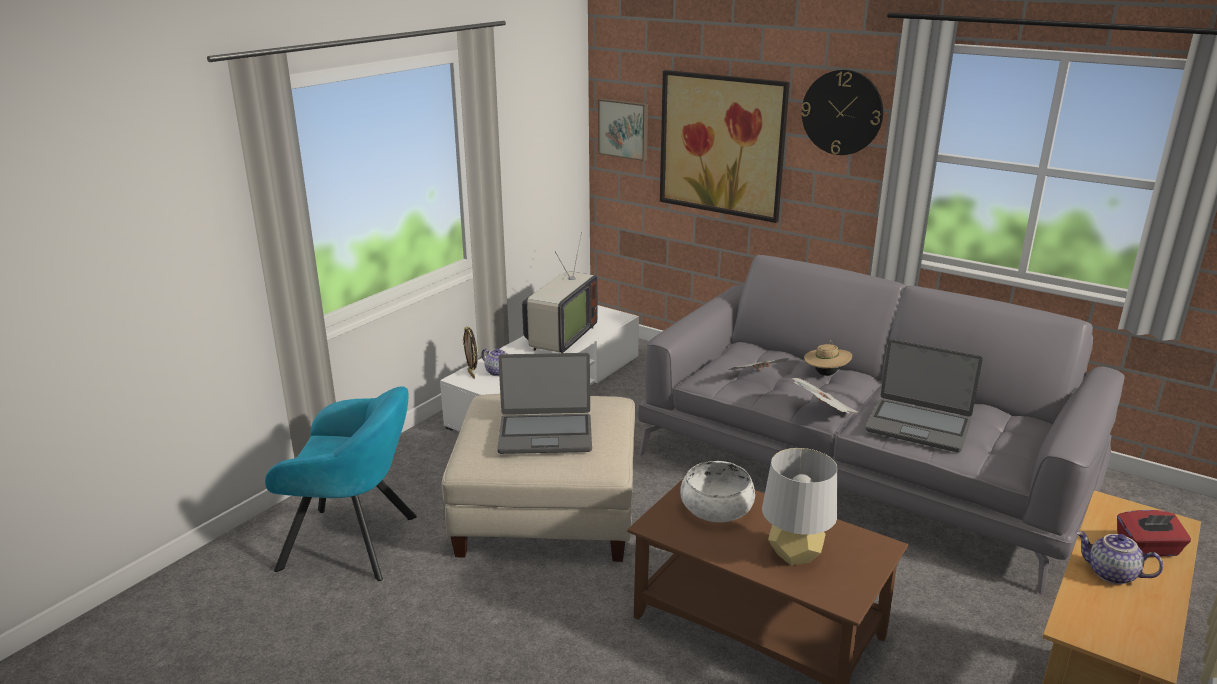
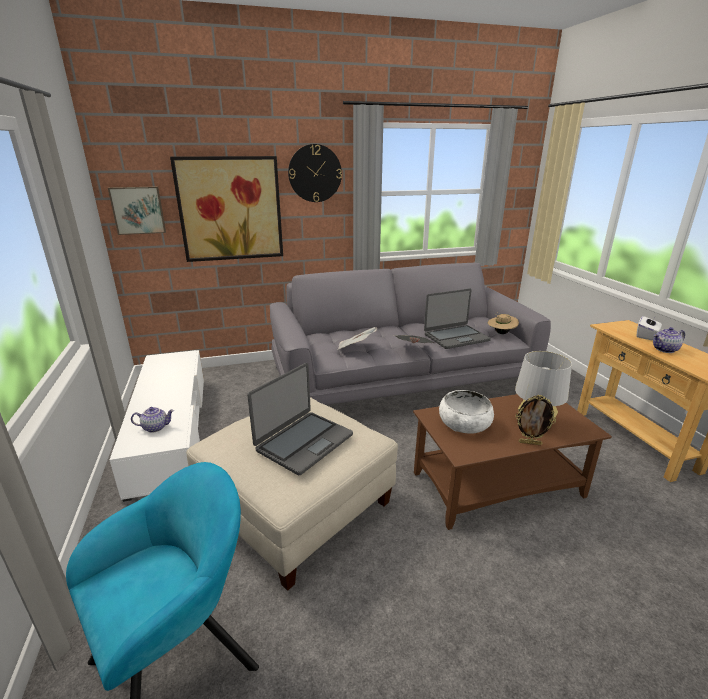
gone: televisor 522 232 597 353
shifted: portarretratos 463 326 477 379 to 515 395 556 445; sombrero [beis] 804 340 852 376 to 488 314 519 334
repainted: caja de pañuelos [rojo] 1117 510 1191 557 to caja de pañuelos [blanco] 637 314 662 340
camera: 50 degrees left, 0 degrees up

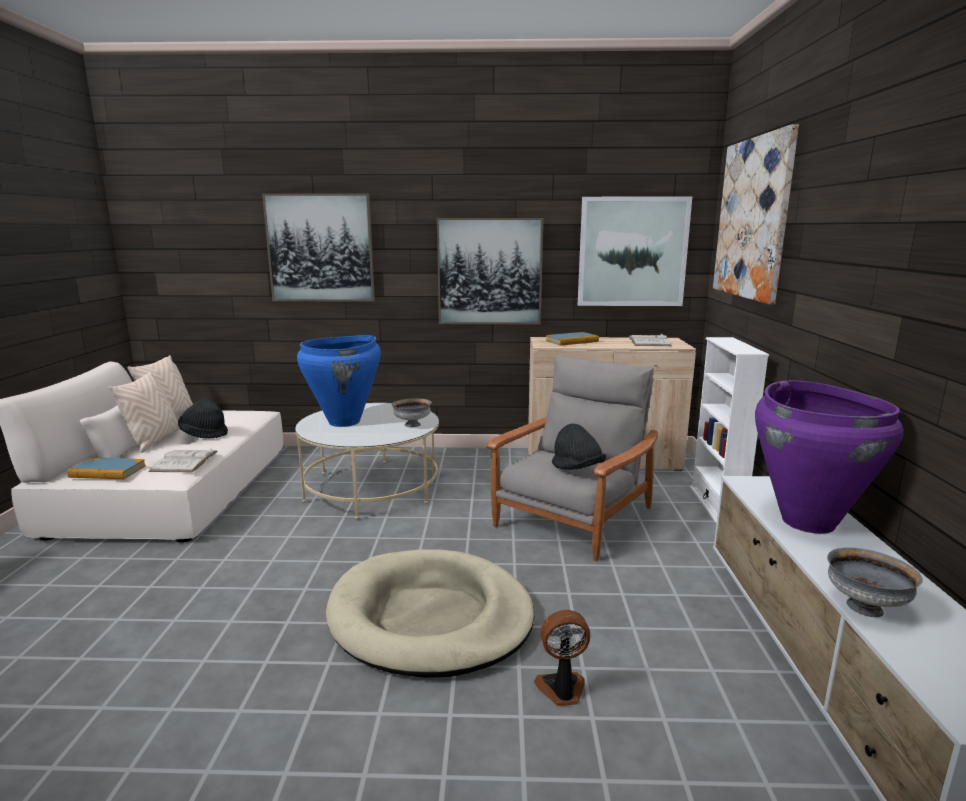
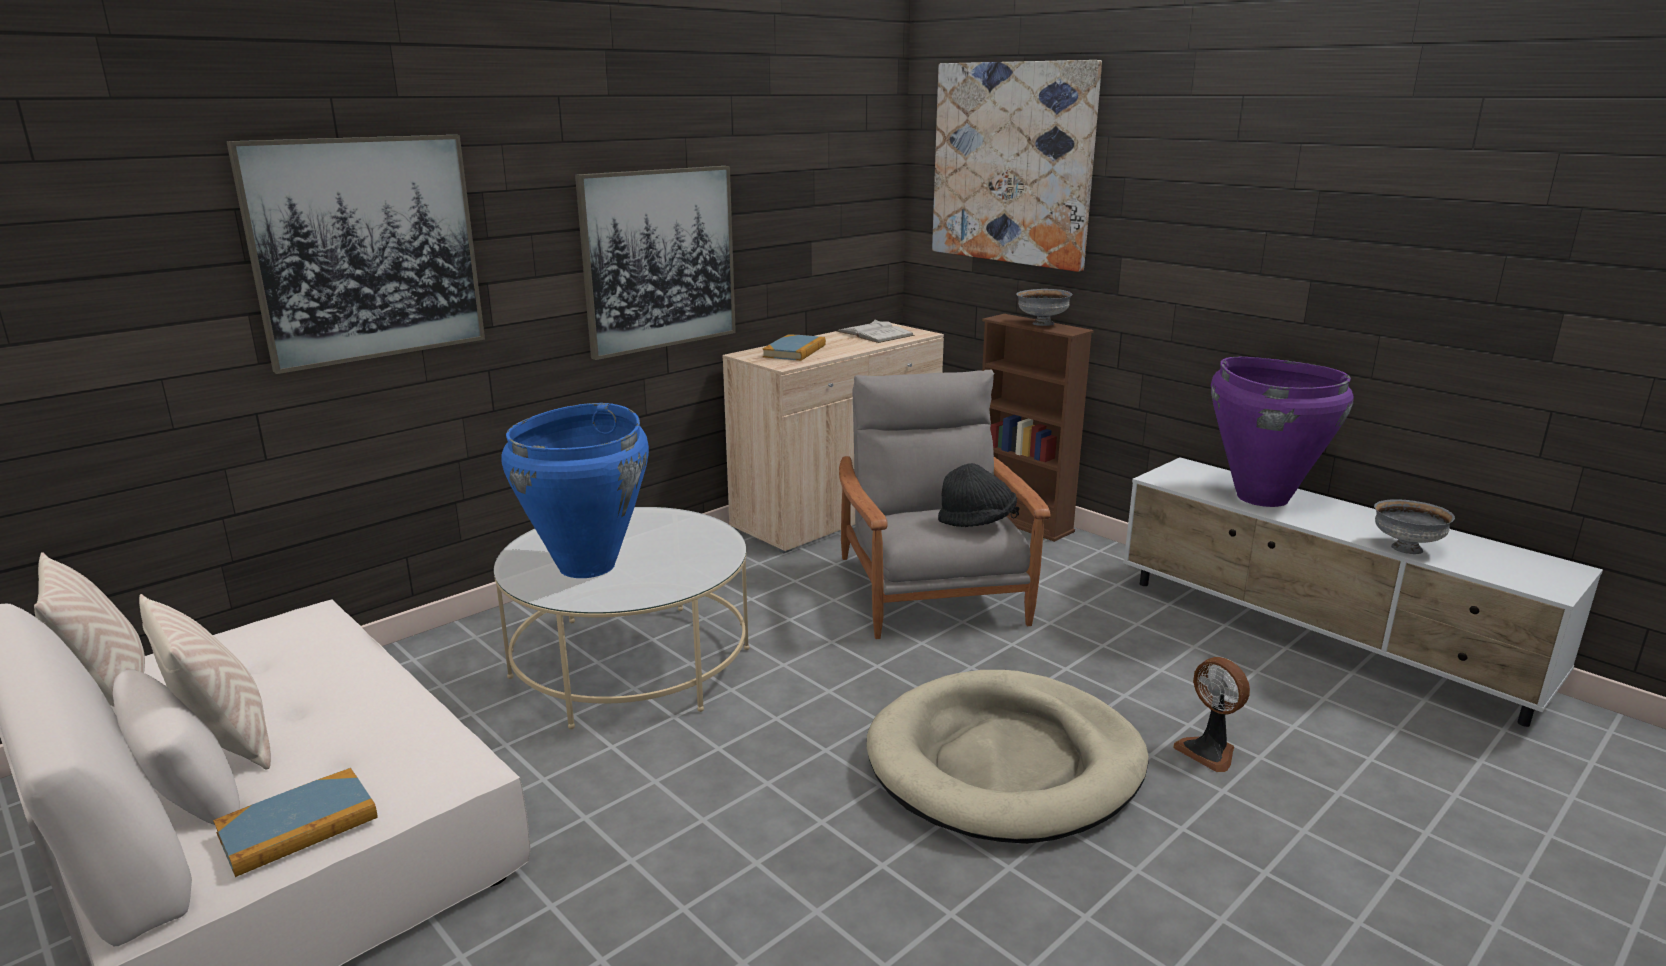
gone: cuadro 578 197 692 306; sombrero [negro] 178 398 228 439; libro [blanco] 149 448 218 472
shifted: cuenco [gris] 392 399 432 427 to 1016 289 1072 326
repainted: estantería [blanco] 690 337 769 524 to estantería [marrón] 982 314 1094 542
rotated: ventilador 534 610 590 706 = 1173 657 1250 772 75 degrees counterclockwise
camera: 45 degrees left, 5 degrees up

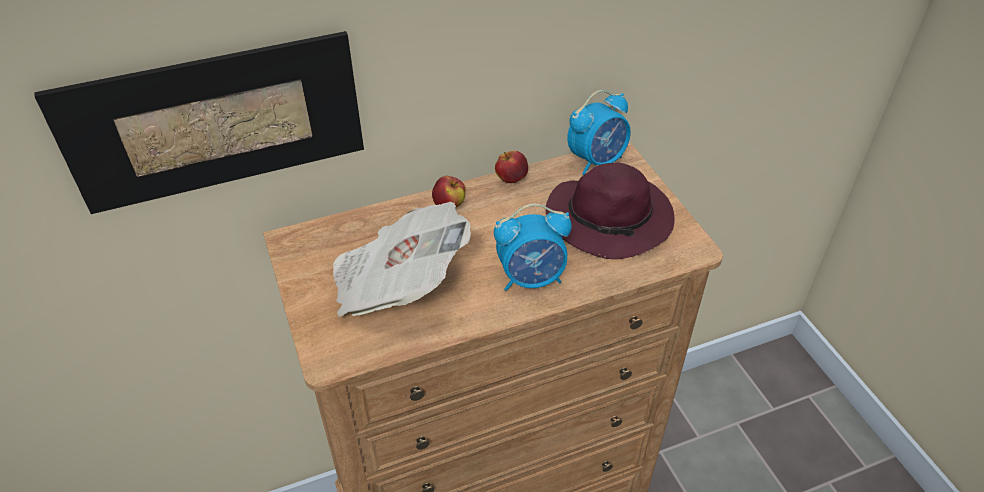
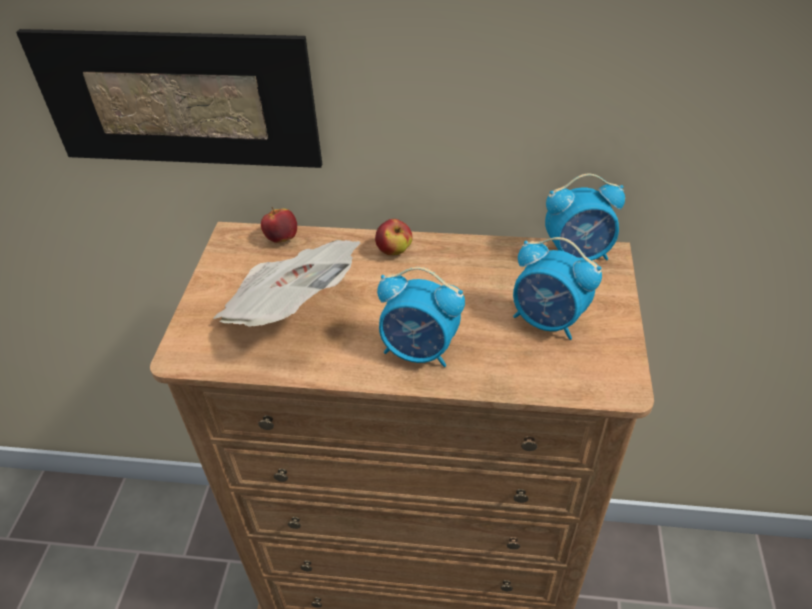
shifted: manzana 495 151 528 183 to 261 207 297 243
swapped: sombrero [morado] 546 163 675 259 to despertador 513 237 602 340
camera: 30 degrees right, 0 degrees up

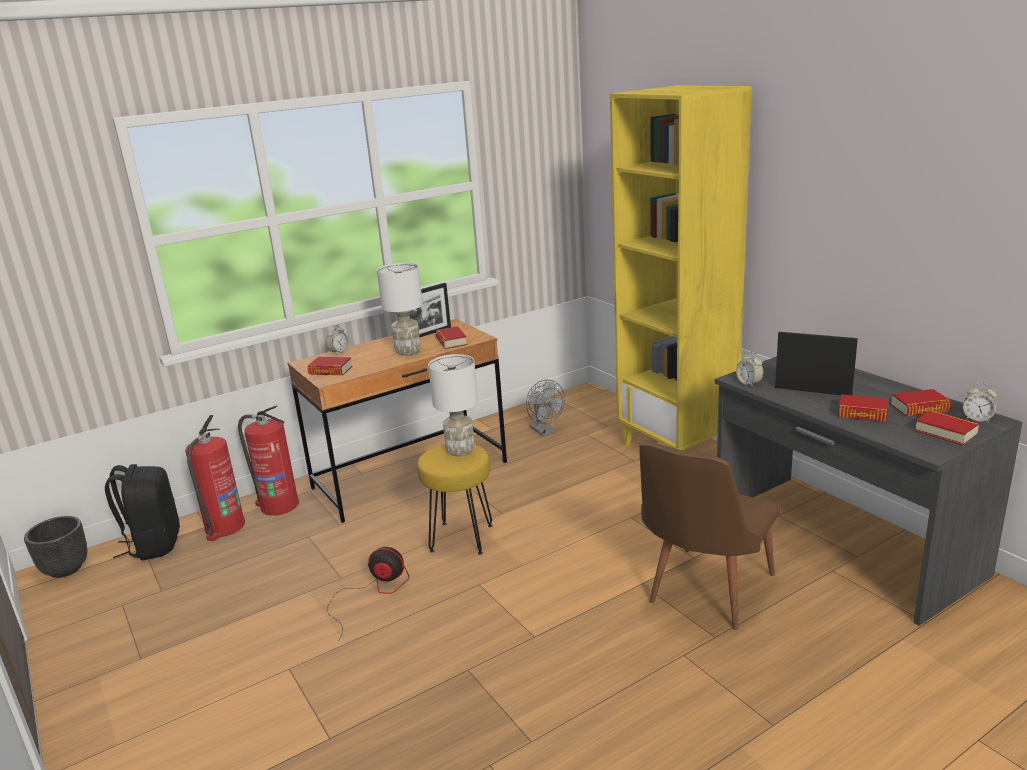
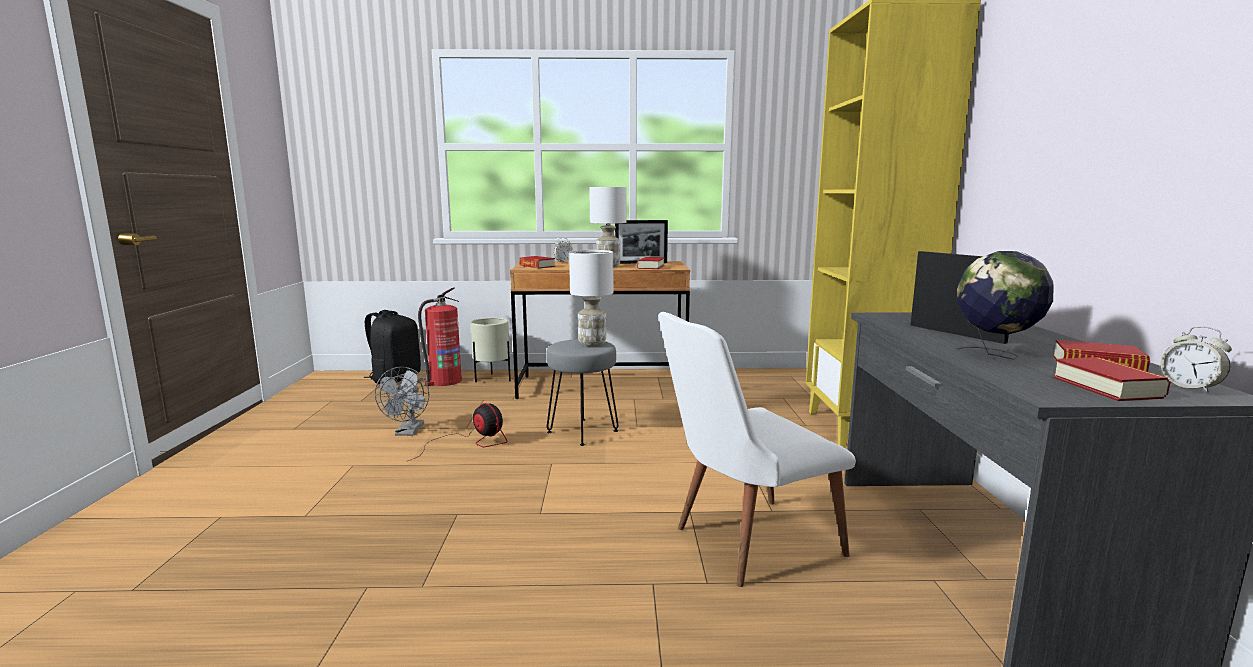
gone: despertador 736 352 764 386; maceta [negro] 24 516 87 578
shifted: ventilador [gris] 526 380 565 436 to 375 367 429 436
swapped: libro 838 394 888 422 to globo terráqueo 957 251 1054 360; extintor 238 405 299 516 to maceta [beis] 471 318 511 382
repainted: silla [marrón] 639 443 781 630 to silla [blanco] 659 312 856 587; taburete [amarillo] 417 444 493 555 to taburete [gris] 546 339 619 446
camera: 30 degrees right, 10 degrees down

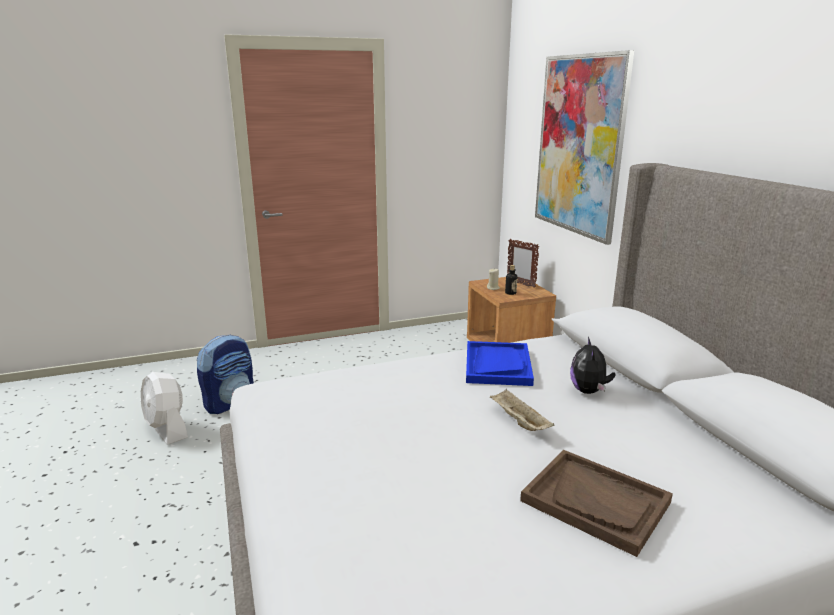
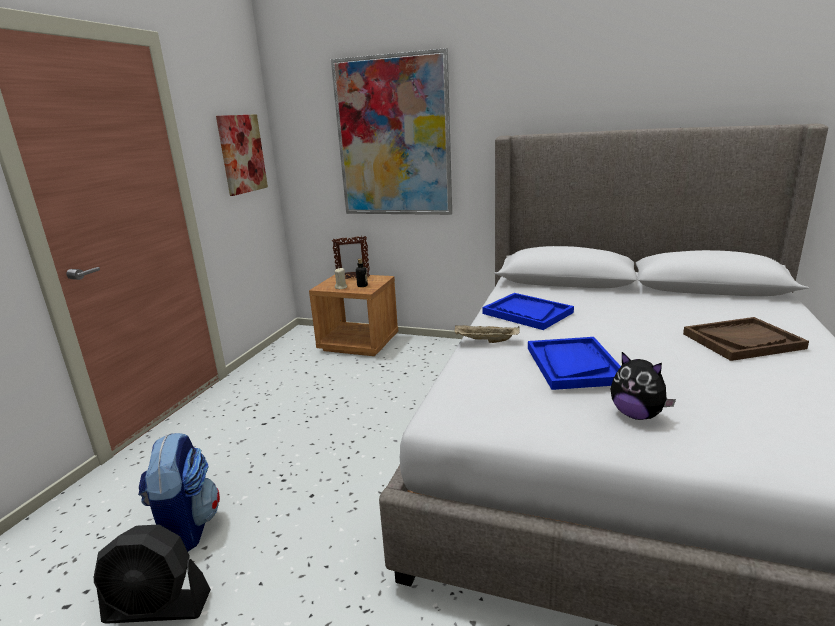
new: cuadro 216 114 268 196; bandeja [azul] 528 337 621 390
shifted: peluche 570 337 616 394 to 611 352 676 420; bandeja [beis] 490 389 554 431 to 455 325 519 343
repainted: ventilador [blanco] 141 372 188 445 to ventilador [negro] 94 524 211 624
camera: 50 degrees left, 0 degrees up

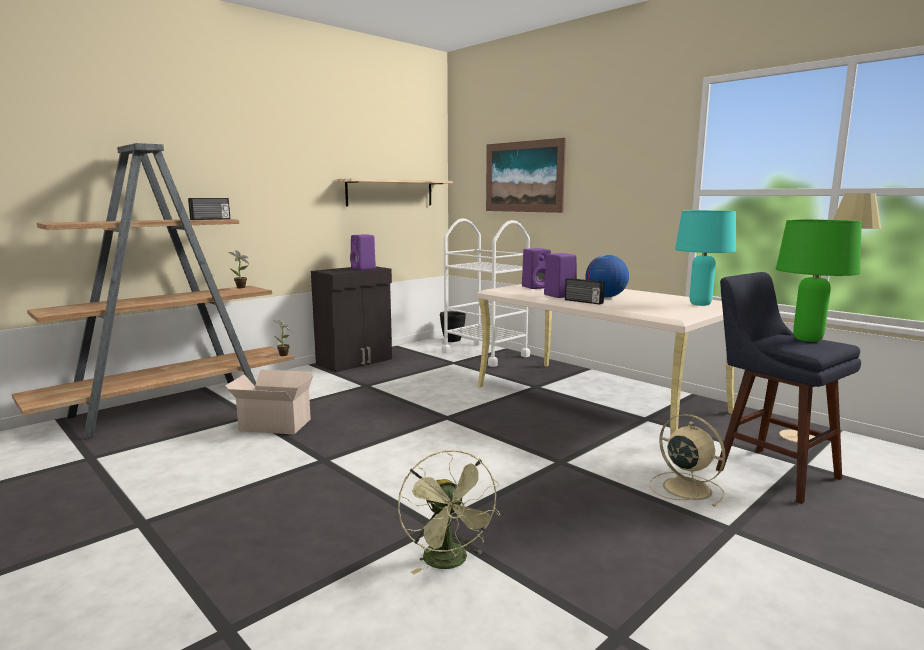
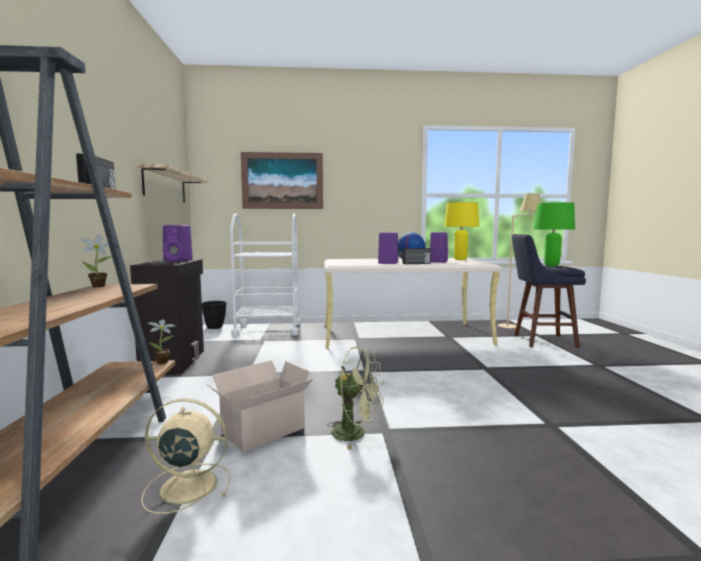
shifted: altavoz [morado] 522 248 551 289 to 430 232 448 263; ventilador [beis] 650 414 726 506 to 141 399 230 514; ventilador [verde] 398 450 500 575 to 327 347 384 450
repainted: lámpara de mesa [turquesa] 675 210 736 306 to lámpara de mesa [amarillo] 444 202 479 260
camera: 50 degrees left, 5 degrees down

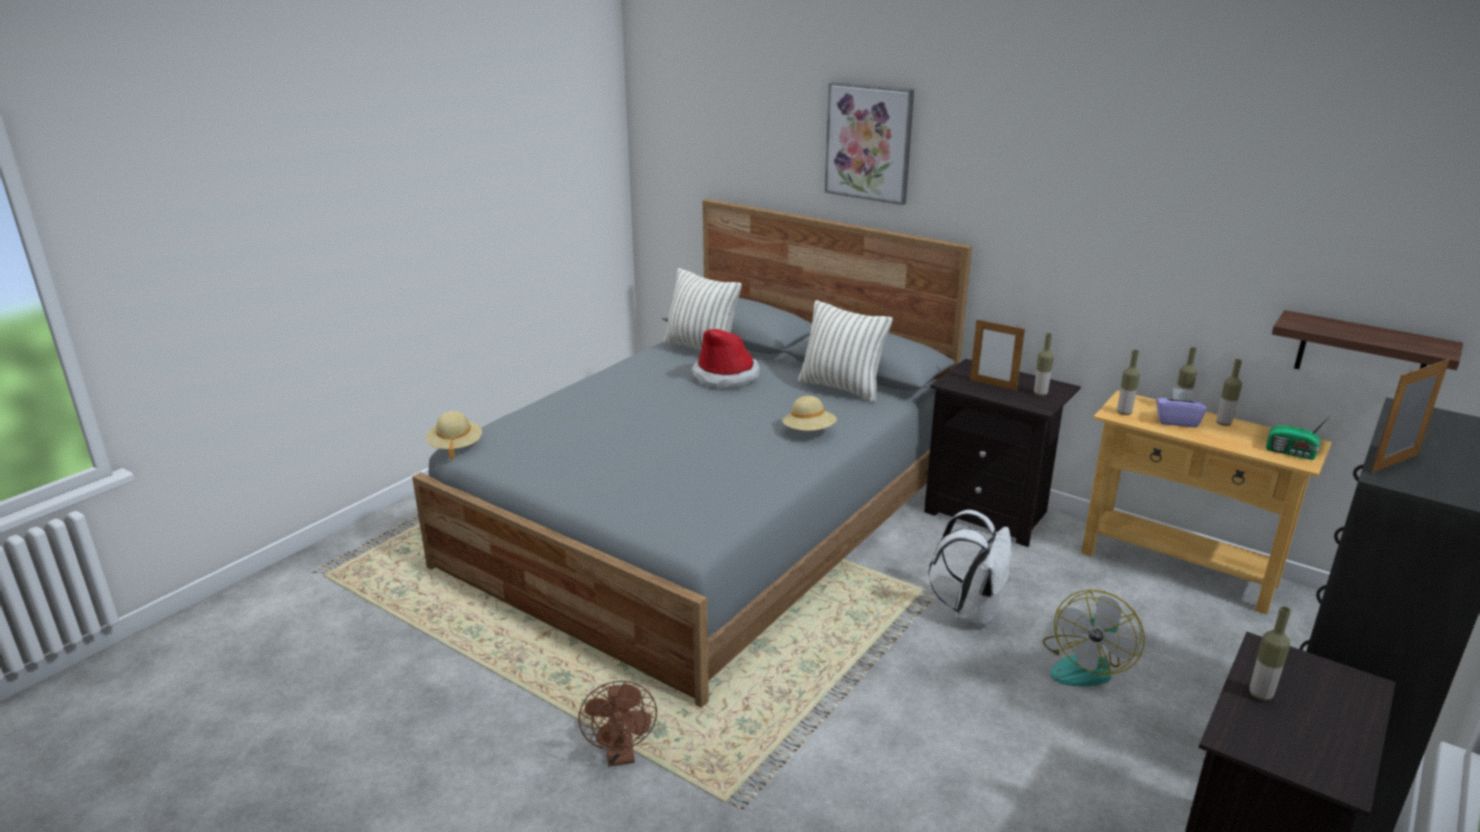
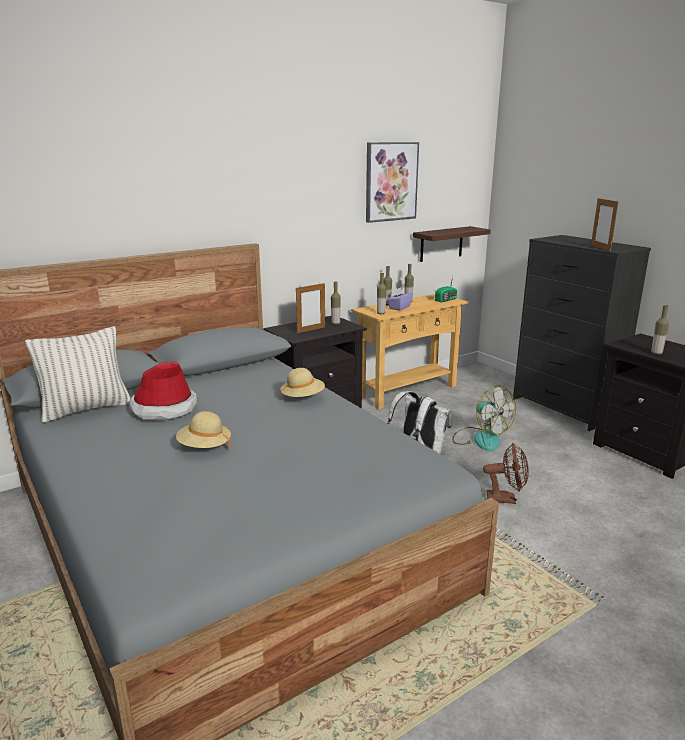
gone: cojín 798 300 893 402
shifted: cuadro 825 82 914 205 to 366 142 419 223; sombrero [beis] 426 411 482 460 to 176 411 231 450; ventilador [marrón] 578 681 657 766 to 483 443 529 504
camera: 70 degrees left, 5 degrees down

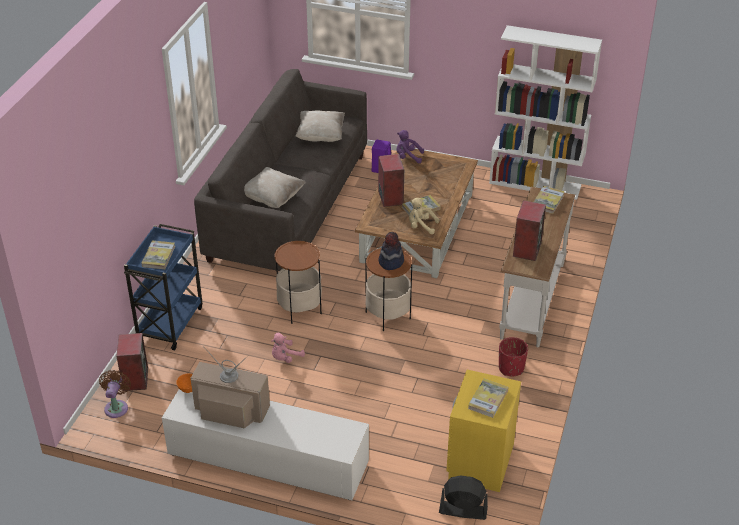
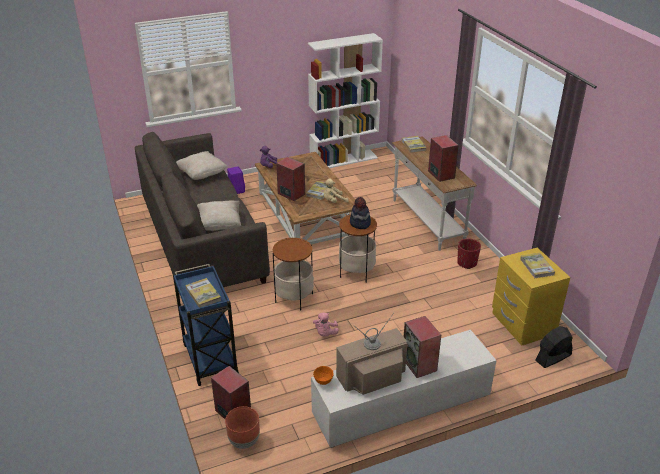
new: altavoz 404 316 441 378
swapped: ventilador [marrón] 99 370 131 418 to maceta [marrón] 225 406 260 449
camera: 40 degrees left, 5 degrees down

